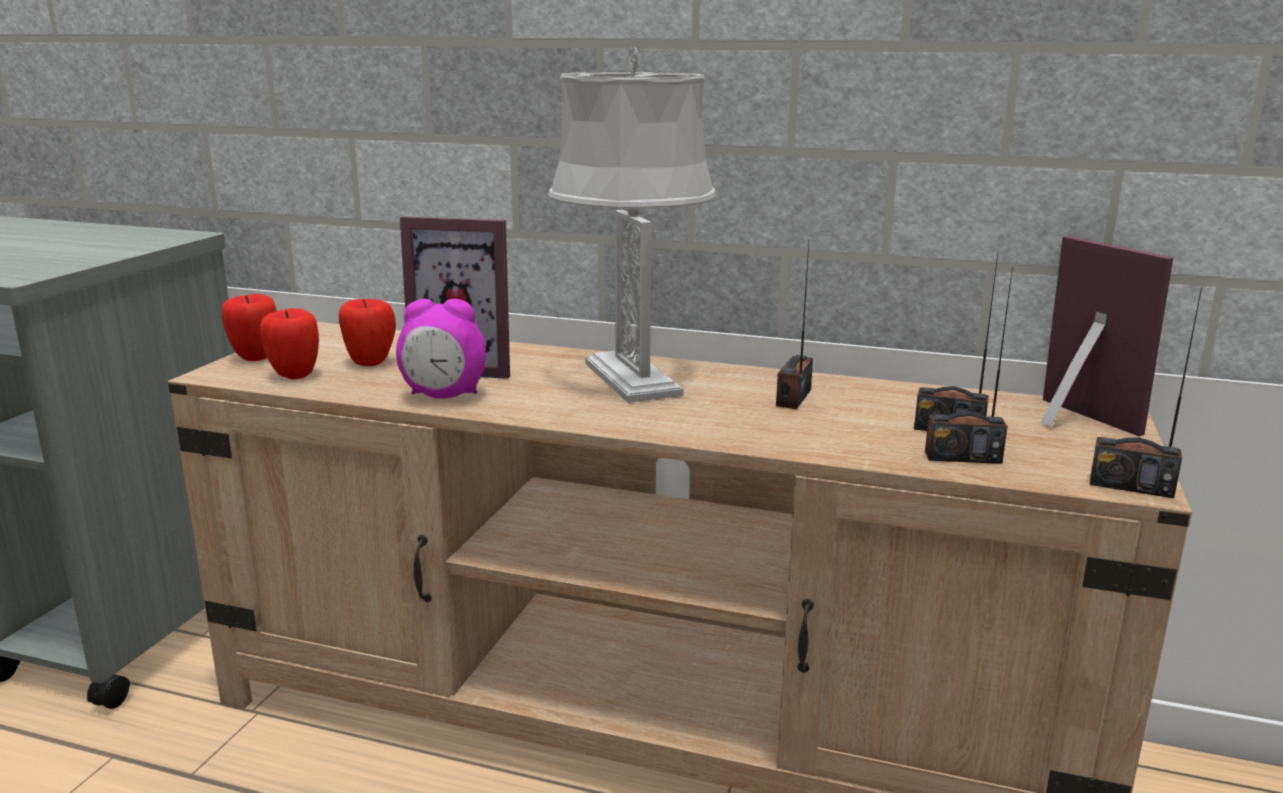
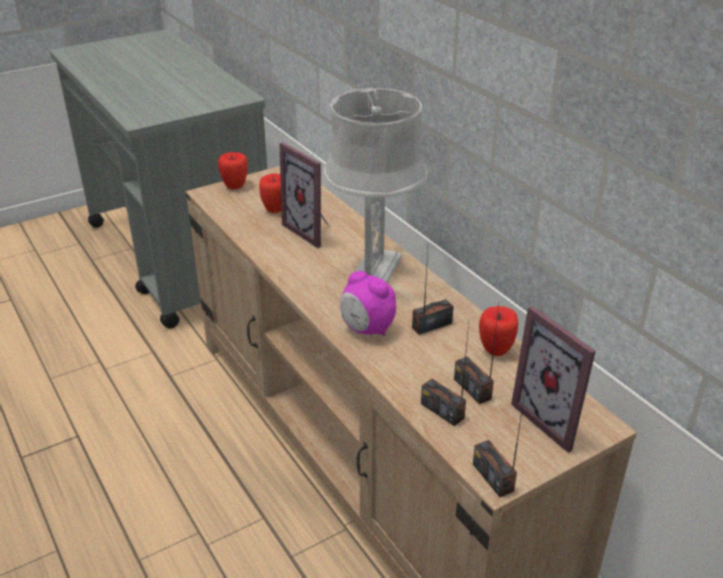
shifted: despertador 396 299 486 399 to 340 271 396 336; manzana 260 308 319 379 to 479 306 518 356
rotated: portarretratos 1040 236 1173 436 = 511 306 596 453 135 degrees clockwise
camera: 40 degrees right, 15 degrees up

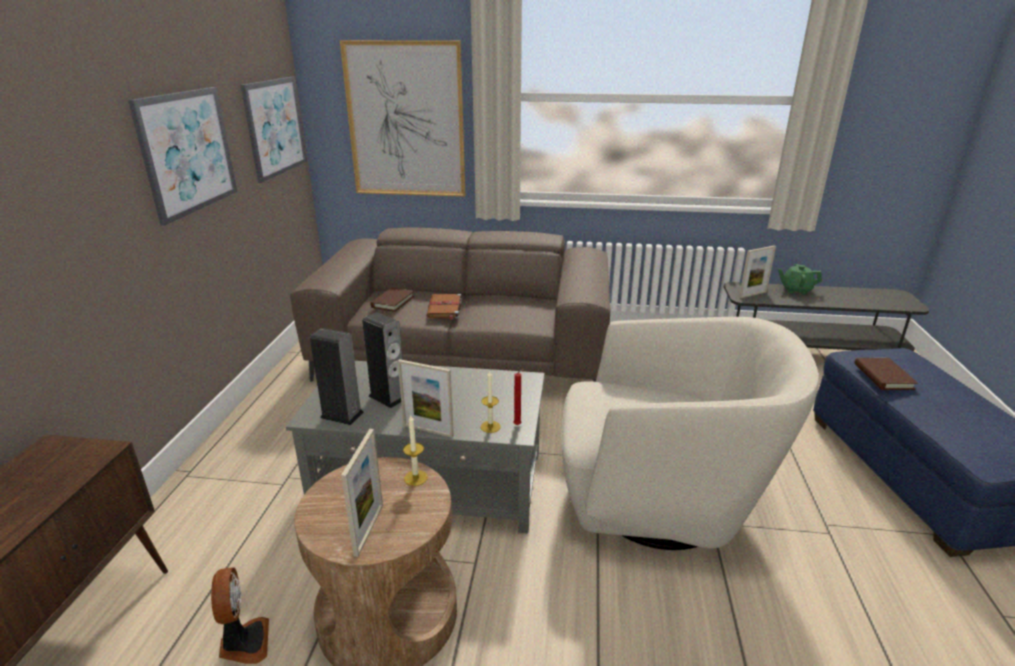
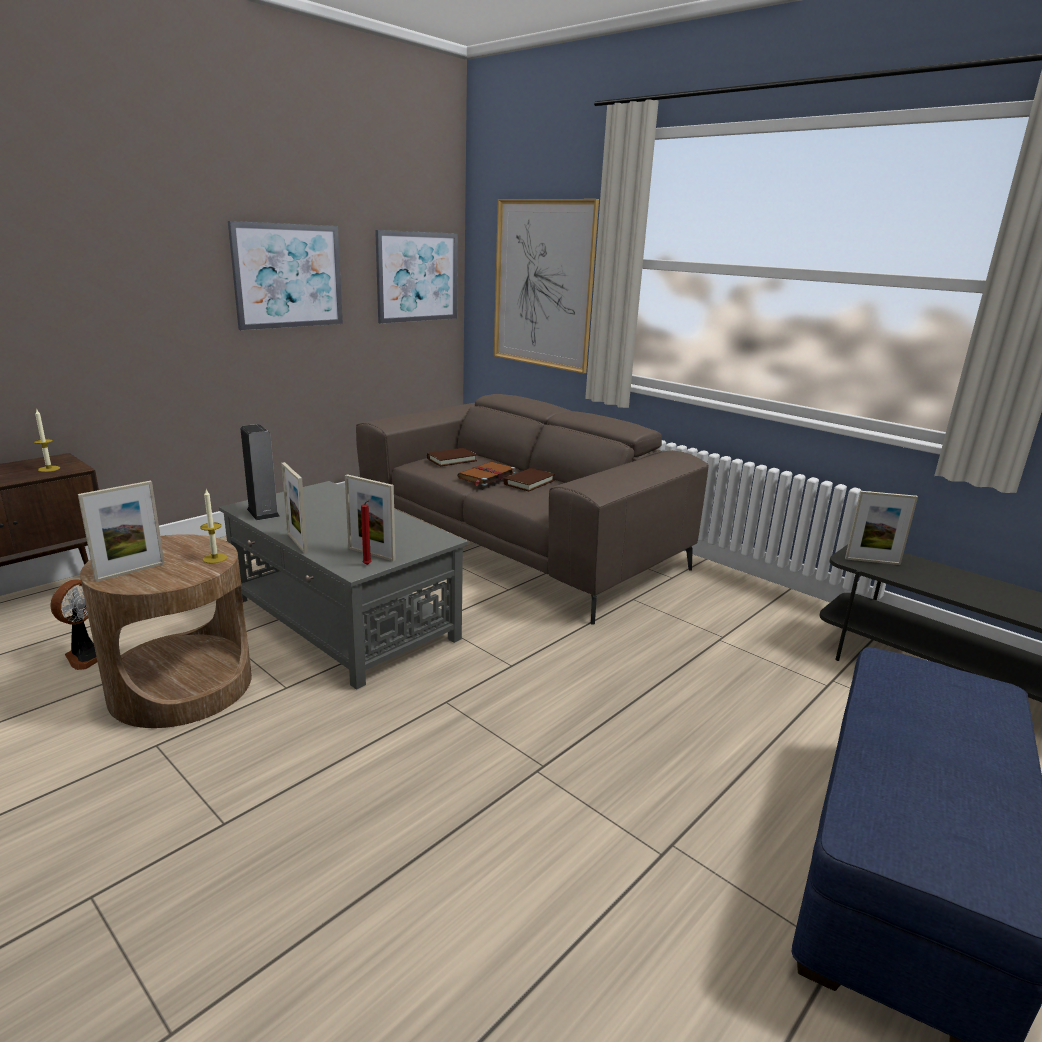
gone: tetera [verde] 778 264 822 295; altavoz 362 312 403 408; sillón [beis] 561 317 819 550
new: portarretratos 345 474 396 561
shifted: libro [marrón] 855 358 918 390 to 504 468 555 491; vela 480 371 501 433 to 34 410 60 472
camera: 35 degrees right, 5 degrees down

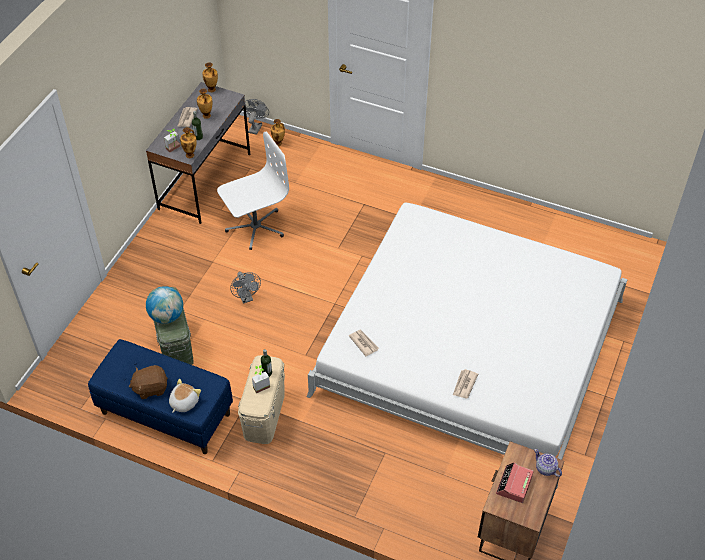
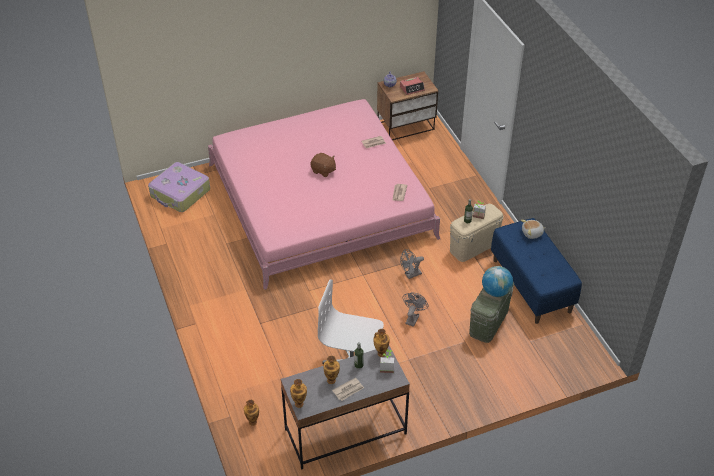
new: maleta 148 162 210 212
shifted: ventilador [gris] 245 99 269 135 to 400 249 424 279; peluche [marrón] 129 365 168 399 to 311 153 336 177
repainted: cama [blanco] 306 203 628 489 to cama [rosa] 208 99 440 290
camera: 135 degrees left, 5 degrees down

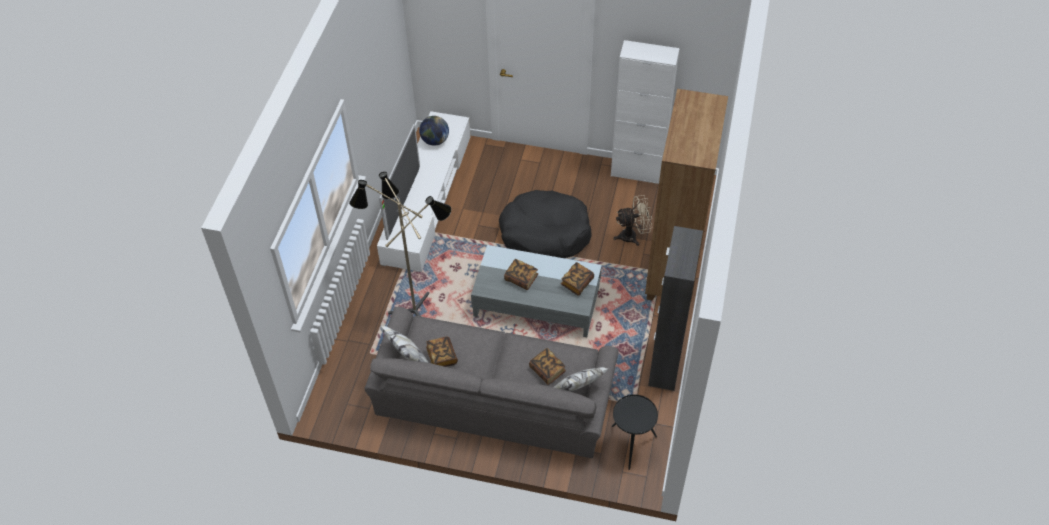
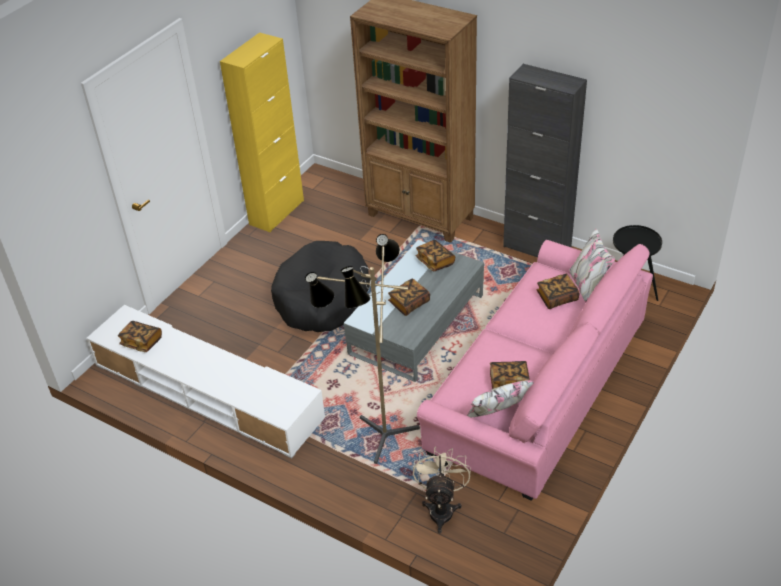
gone: televisor 379 123 420 240
shifted: ventilador [beis] 613 195 652 246 to 413 446 471 534
swapped: globo terráqueo 419 116 449 146 to libro 118 321 162 352
repainted: armario [blanco] 611 40 680 184 to armario [amarillo] 220 32 304 232; sofá [gris] 364 307 619 458 to sofá [rosa] 417 228 653 501
camera: 70 degrees left, 10 degrees down

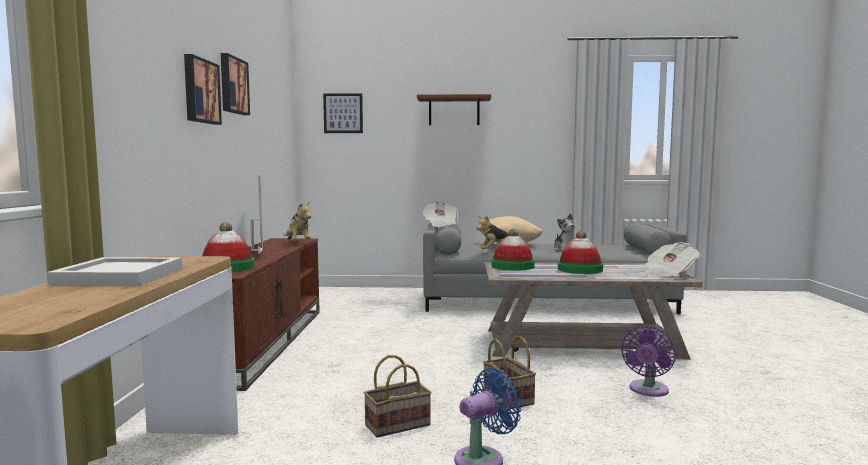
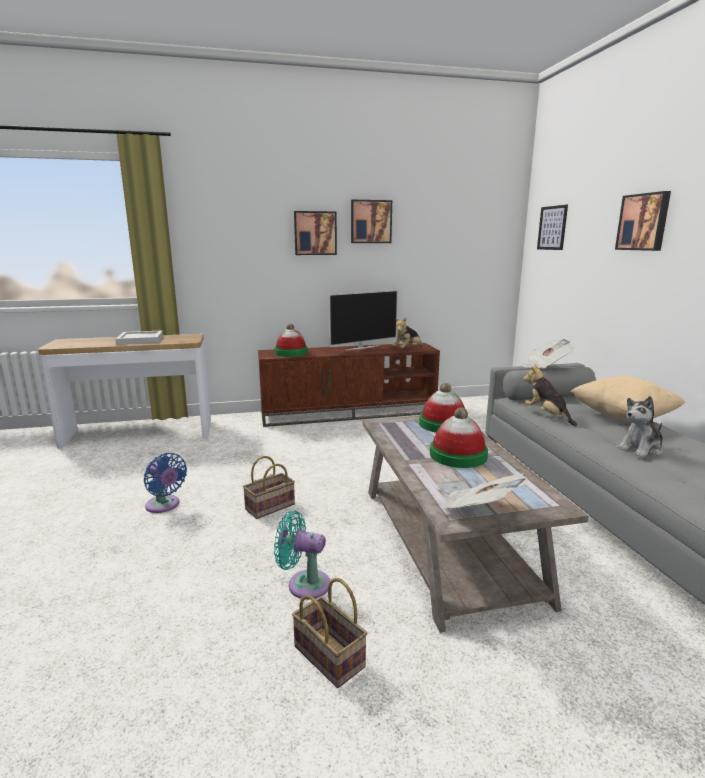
shifted: cesta 364 355 432 438 to 292 578 367 688
swapped: estante [marrón] 417 94 491 125 to cuadro 615 191 671 251
repainted: ventilador [morado] 621 326 676 397 to ventilador [turquesa] 274 511 330 600
camera: 75 degrees right, 10 degrees up

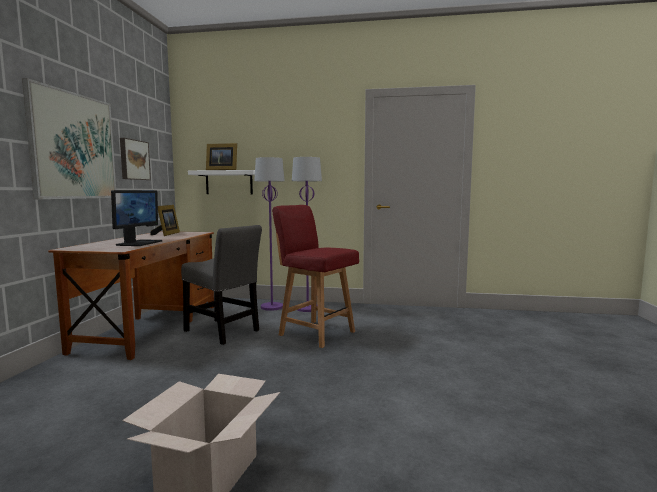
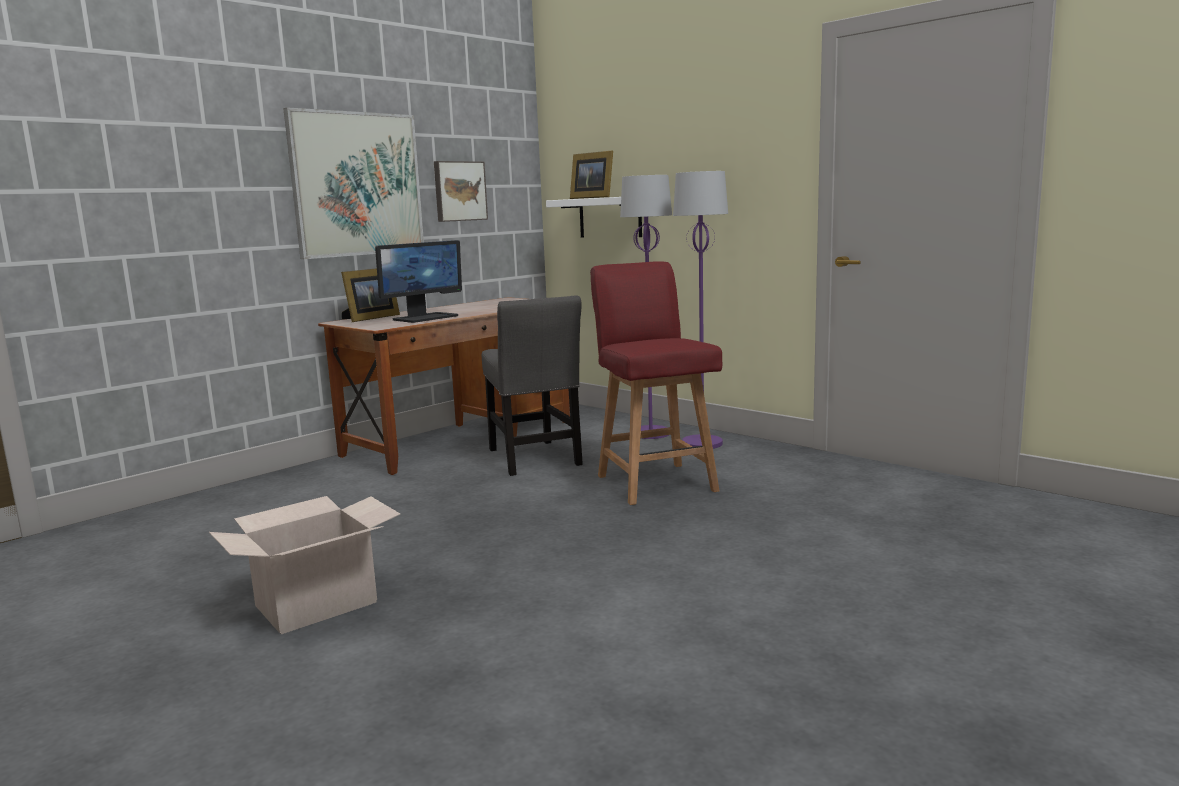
shifted: portarretratos 150 205 180 236 to 341 268 400 322
camera: 35 degrees right, 5 degrees up

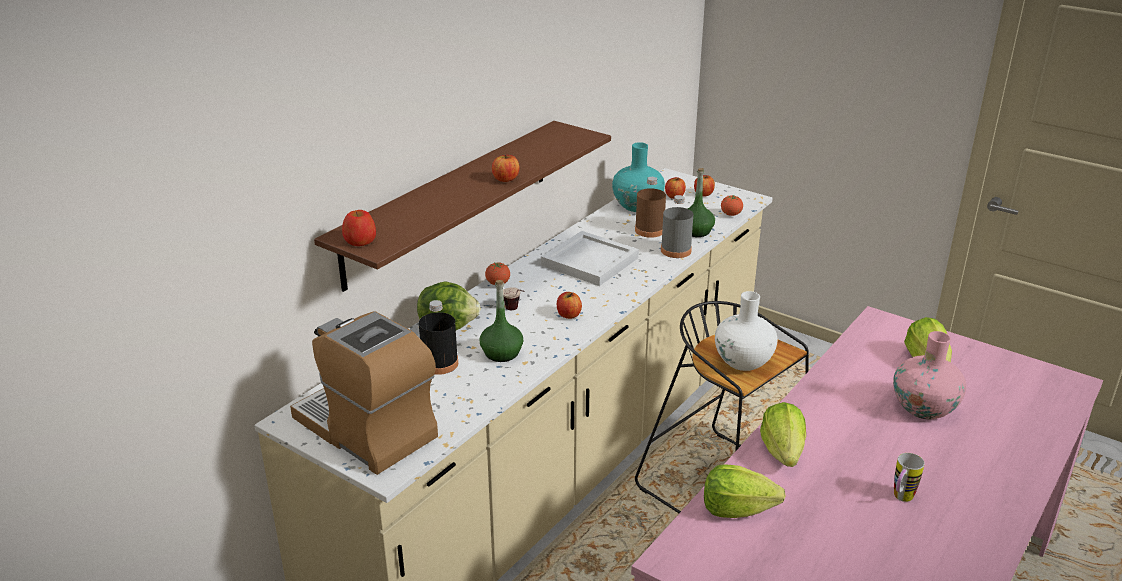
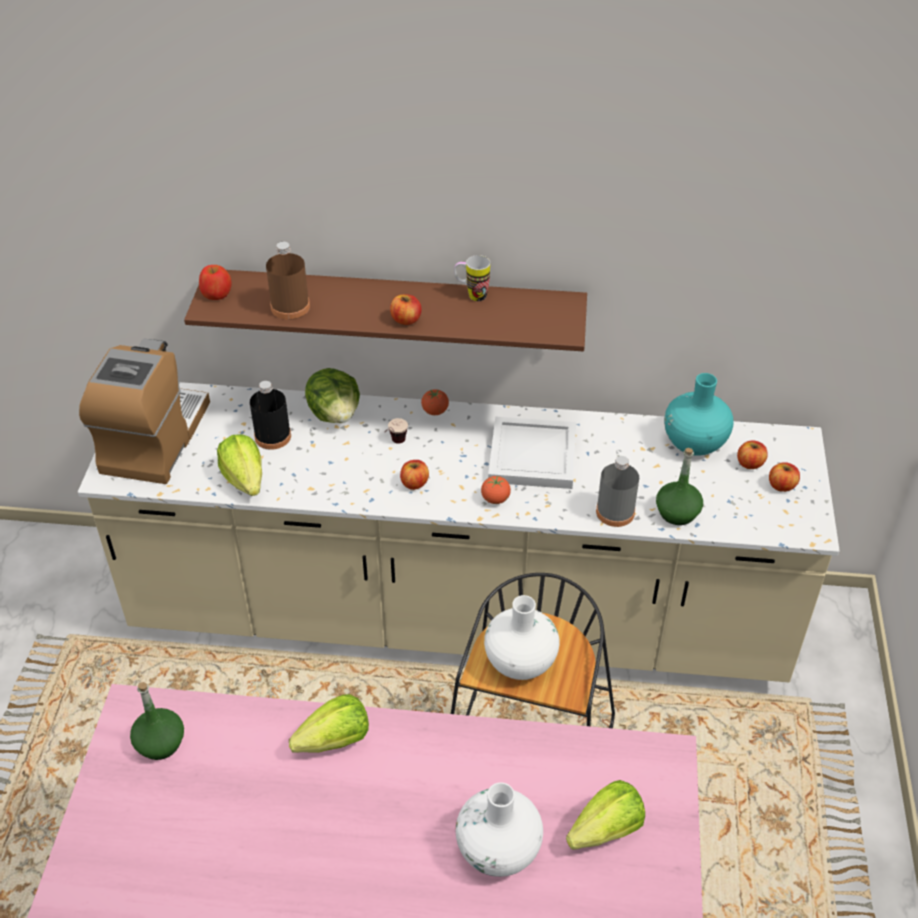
shifted: botella [marrón] 635 177 666 238 to 266 242 310 320; tomate 721 195 743 216 to 481 476 511 504; botella [verde] 480 280 523 362 to 130 682 184 760; taza grande 894 453 925 502 to 454 255 490 301; lechuga 704 464 786 518 to 217 434 262 496
repainted: florero [rosa] 893 331 966 419 to florero [blanco] 456 782 543 877
camera: 60 degrees right, 15 degrees up

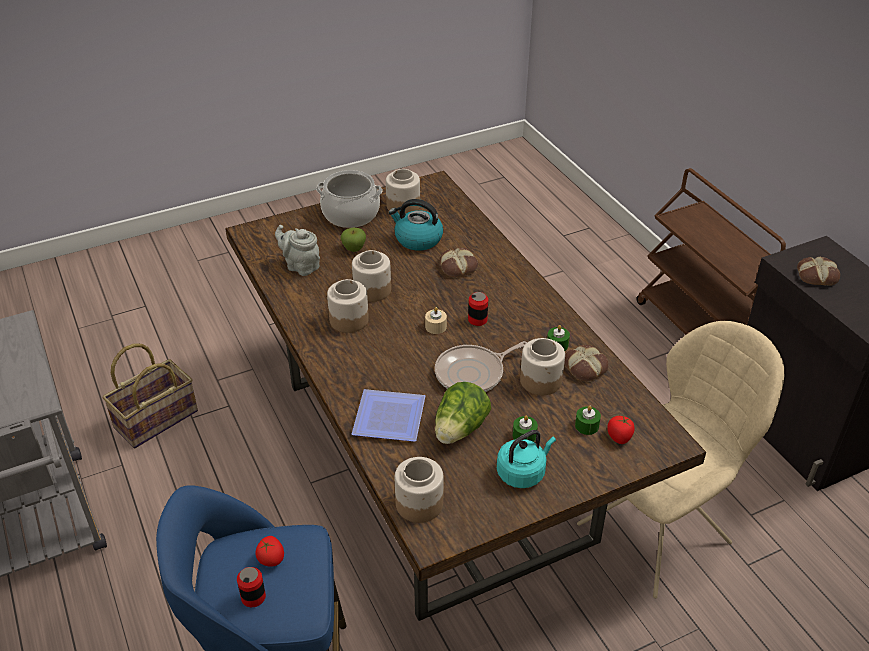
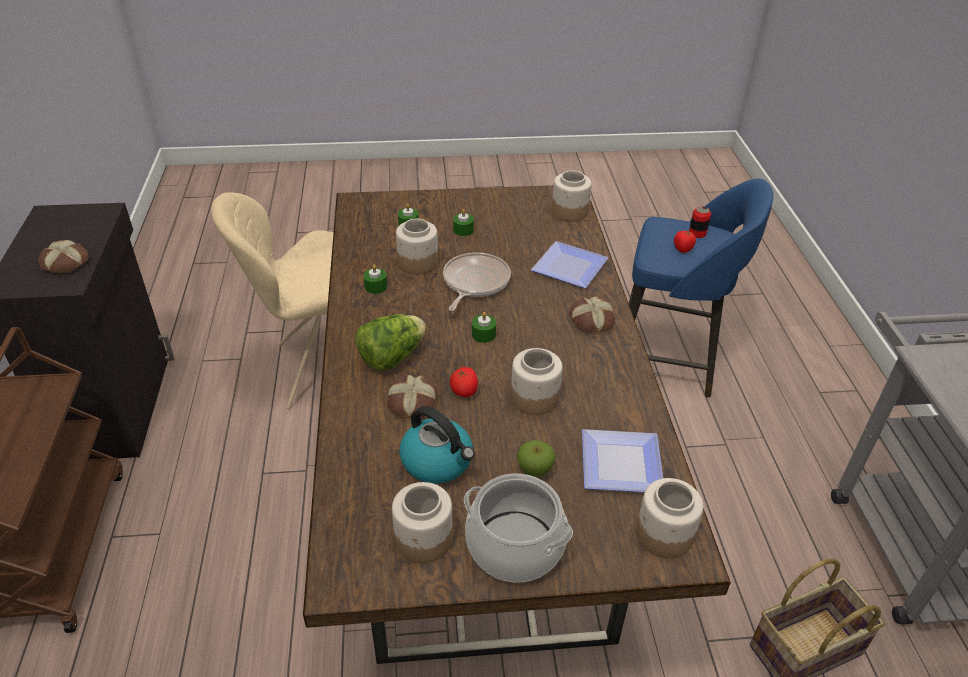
gone: lata 468 292 488 326; hervidor [turquesa] 497 430 556 488
shifted: tarro 327 279 369 333 to 636 478 704 558; pan 564 345 608 381 to 569 296 615 333; lechuga 435 382 491 444 to 355 314 426 371; tomate 607 416 635 444 to 450 367 478 397
swapped: tetera [gris] 275 225 320 276 to plato 582 429 663 492
repainted: vela [beis] 425 307 447 334 to vela [verde] 472 312 496 343
rotated: sartén 435 341 527 392 = 443 252 511 311 60 degrees counterclockwise
camera: 160 degrees left, 0 degrees up

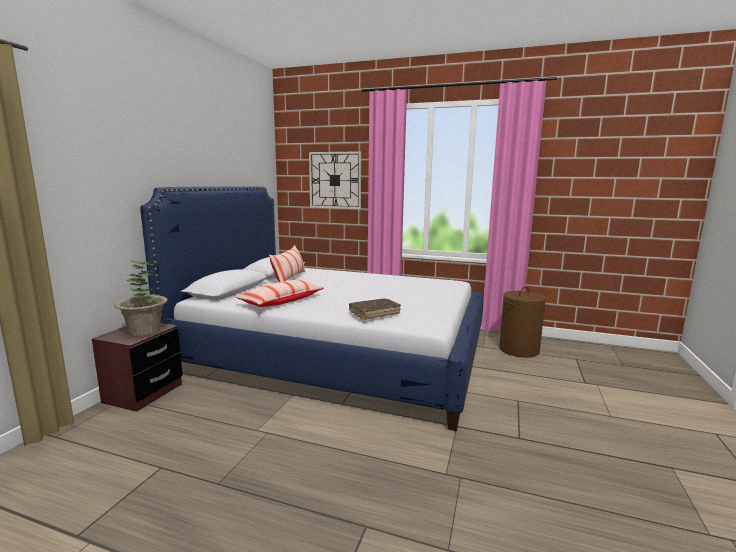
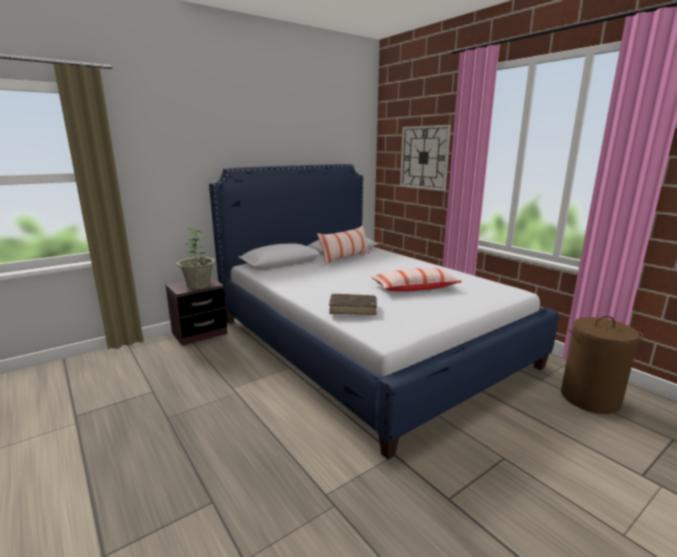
shifted: cojín 235 280 324 307 to 370 268 462 291
camera: 35 degrees right, 5 degrees up

